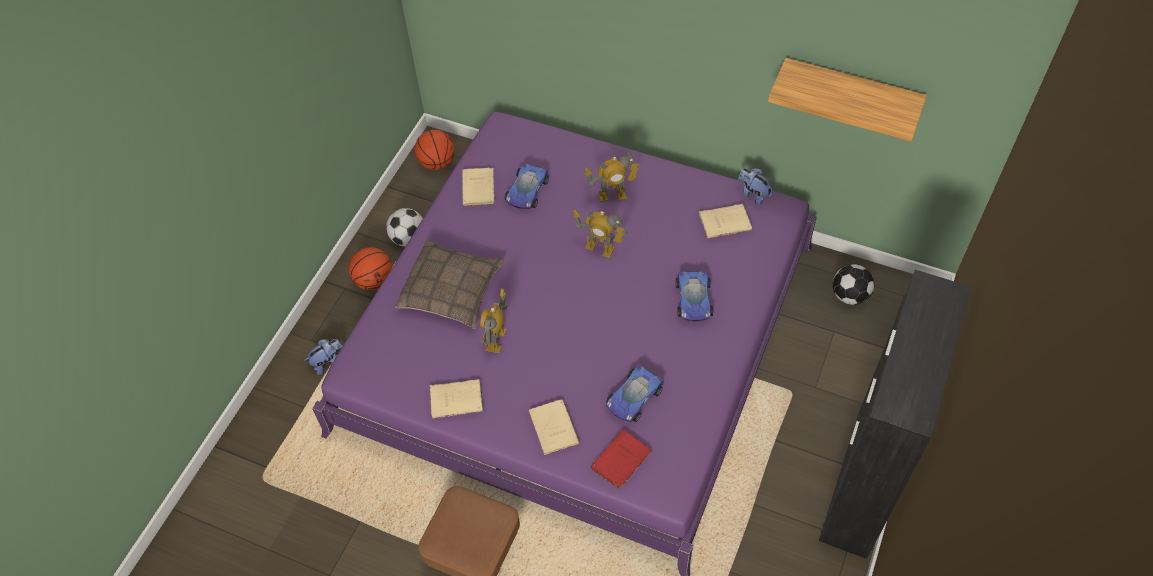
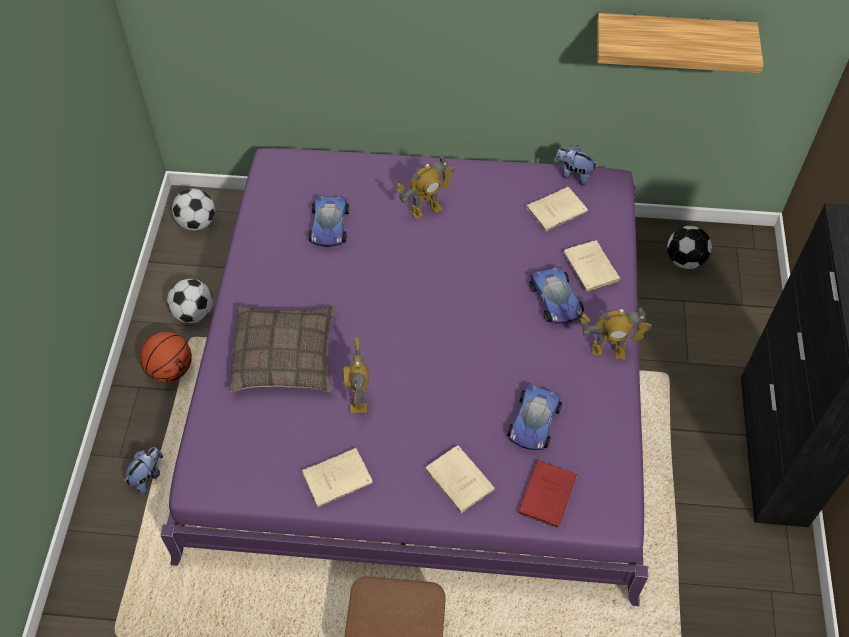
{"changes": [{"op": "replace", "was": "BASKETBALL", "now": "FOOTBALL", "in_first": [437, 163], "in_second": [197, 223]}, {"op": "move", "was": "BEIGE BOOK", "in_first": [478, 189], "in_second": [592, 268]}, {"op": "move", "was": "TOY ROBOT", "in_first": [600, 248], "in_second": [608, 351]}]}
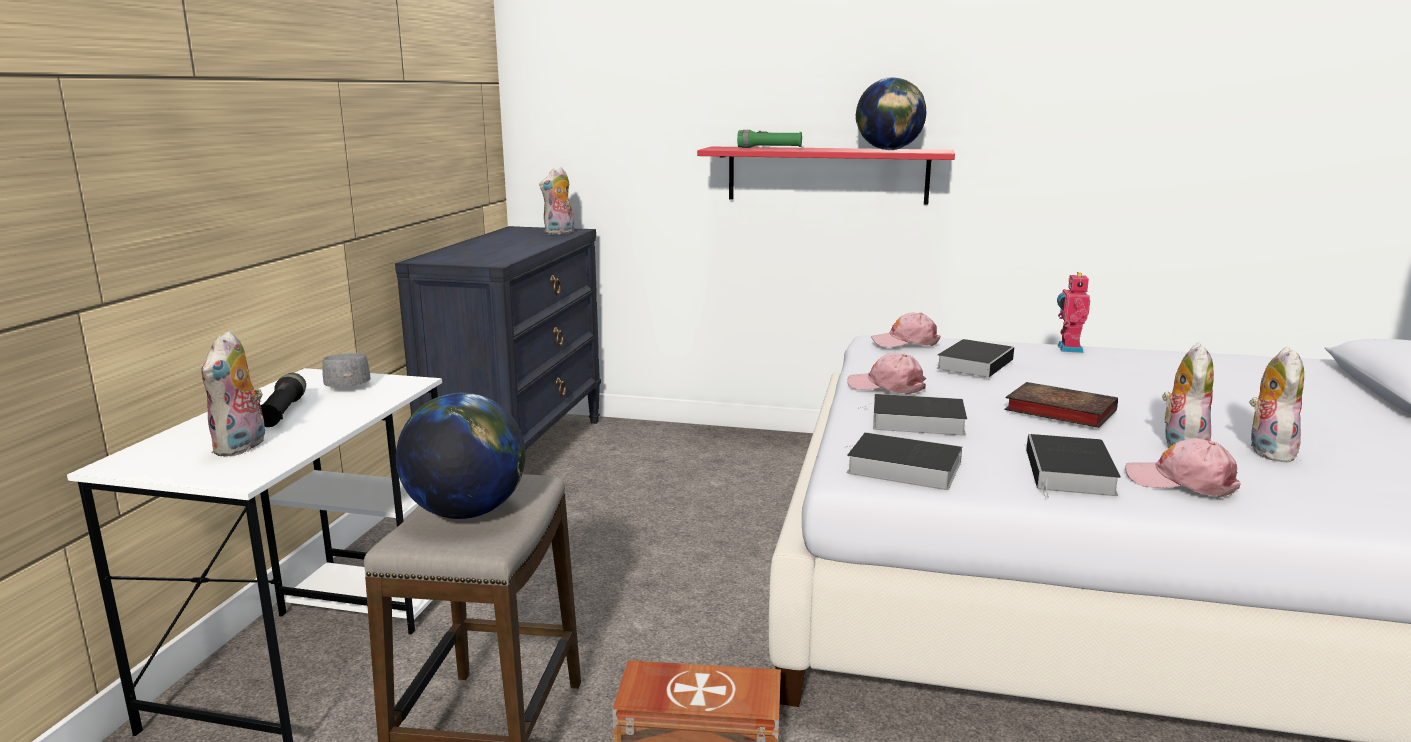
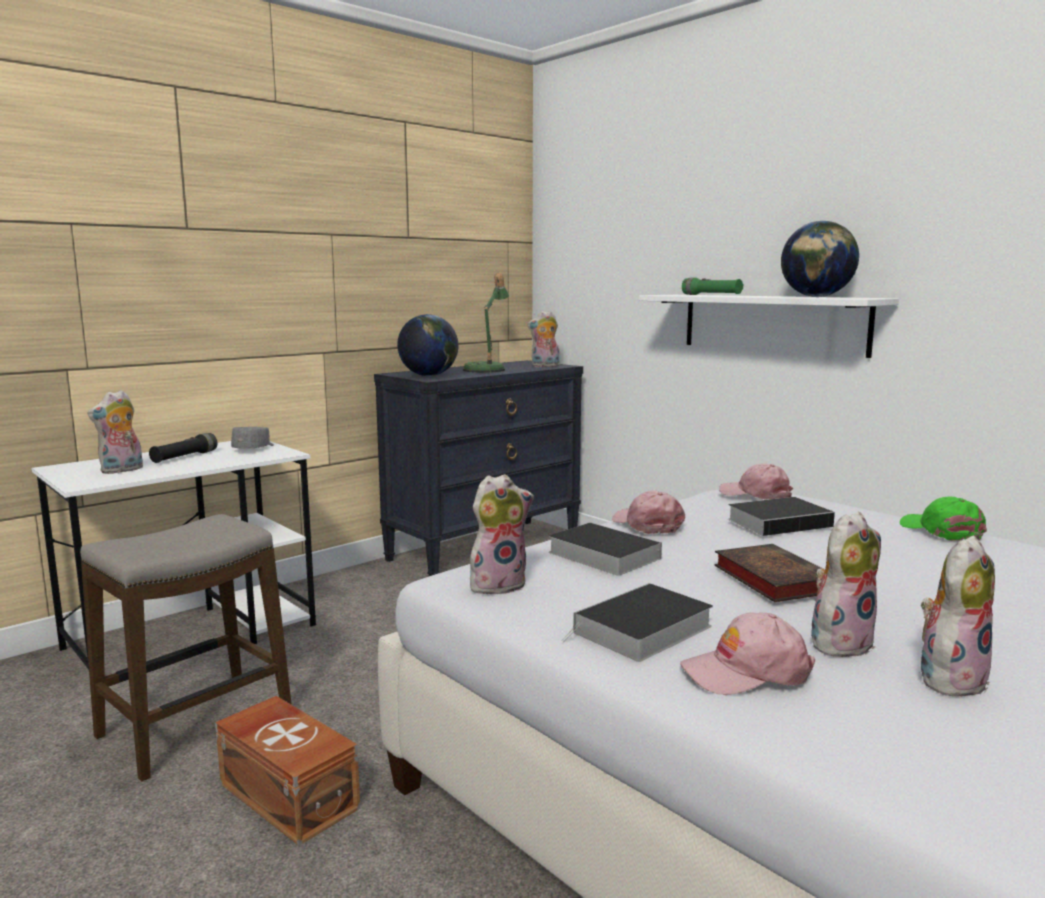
{"changes": [{"op": "move", "was": "GLOBE", "in_first": [466, 513], "in_second": [429, 376]}, {"op": "insert", "now": "TABLE LAMP", "in_second": [487, 369]}, {"op": "replace", "was": "BOOK", "now": "PLUSH TOY", "in_first": [900, 468], "in_second": [498, 584]}, {"op": "recolor", "was": "RED SHELF", "now": "WHITE SHELF", "in_first": [827, 175], "in_second": [772, 323]}, {"op": "rotate", "was": "PINK CAP", "in_first": [1181, 481], "in_second": [746, 671], "clockwise": -75}, {"op": "replace", "was": "TOY ROBOT", "now": "GREEN CAP", "in_first": [1068, 348], "in_second": [942, 531]}]}
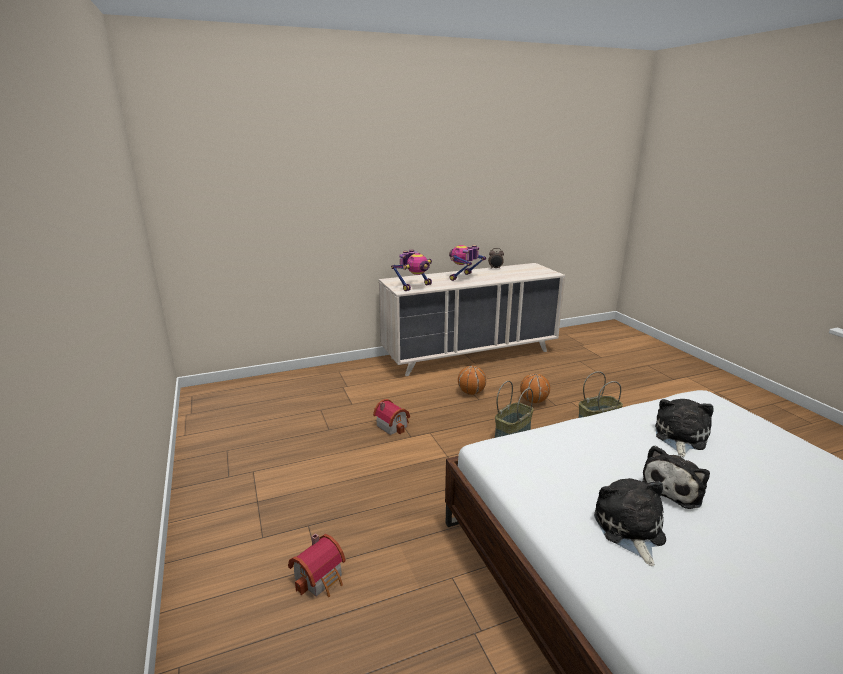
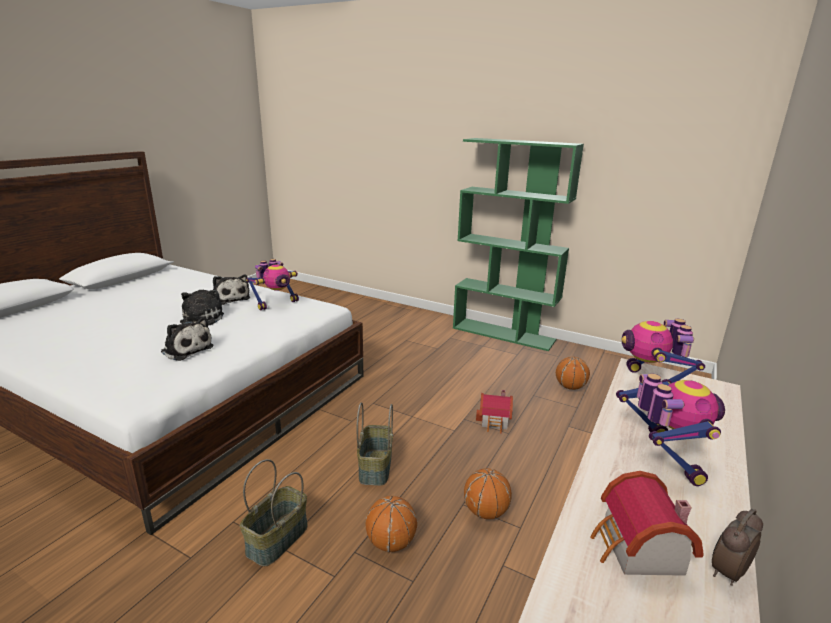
{"changes": [{"op": "rotate", "was": "PLUSH TOY", "in_first": [679, 437], "in_second": [186, 349], "clockwise": -45}, {"op": "insert", "now": "TOY ROBOT", "in_second": [276, 303]}, {"op": "insert", "now": "GREEN BOOKCASE", "in_second": [504, 334]}, {"op": "insert", "now": "BASKETBALL", "in_second": [570, 387]}, {"op": "move", "was": "TOY HOUSE", "in_first": [321, 578], "in_second": [637, 551]}]}
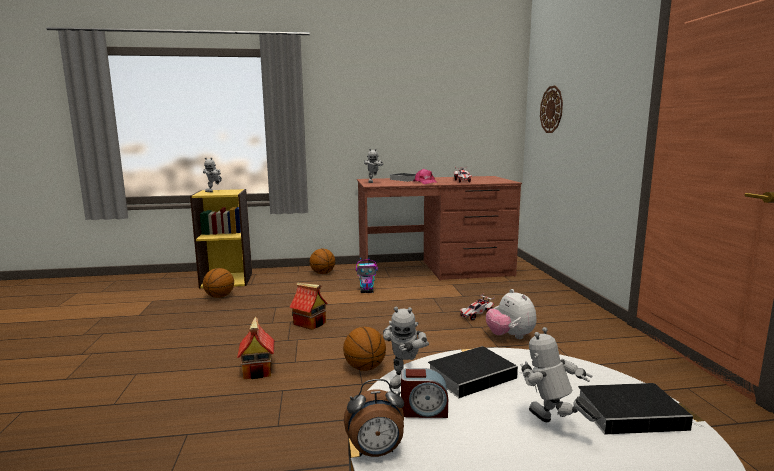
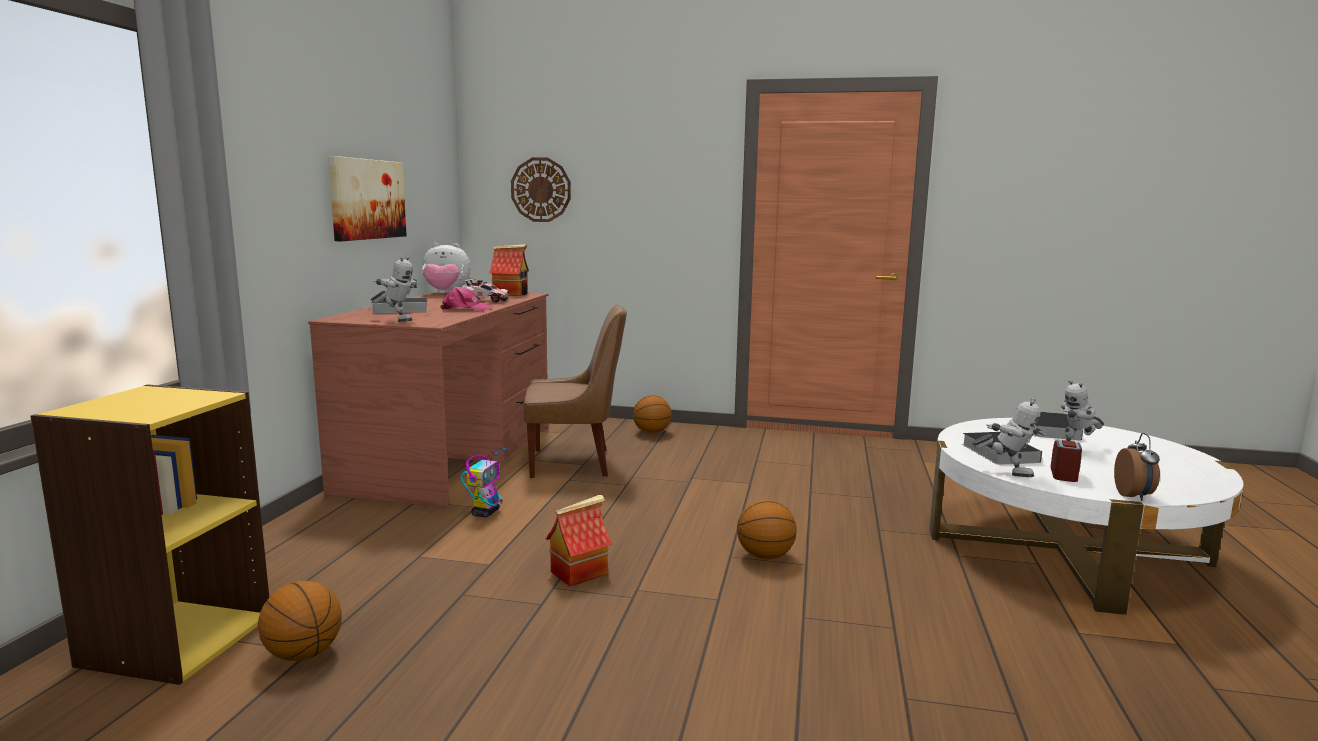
{"changes": [{"op": "insert", "now": "PICTURE", "in_second": [367, 199]}, {"op": "move", "was": "PLUSH TOY", "in_first": [510, 336], "in_second": [446, 293]}, {"op": "move", "was": "TOY HOUSE", "in_first": [258, 370], "in_second": [511, 294]}, {"op": "insert", "now": "BROWN CHAIR", "in_second": [574, 463]}, {"op": "move", "was": "BASKETBALL", "in_first": [322, 273], "in_second": [651, 432]}, {"op": "delete", "was": "TOY ROBOT", "in_first": [214, 192]}, {"op": "delete", "was": "TOY CAR", "in_first": [476, 315]}]}
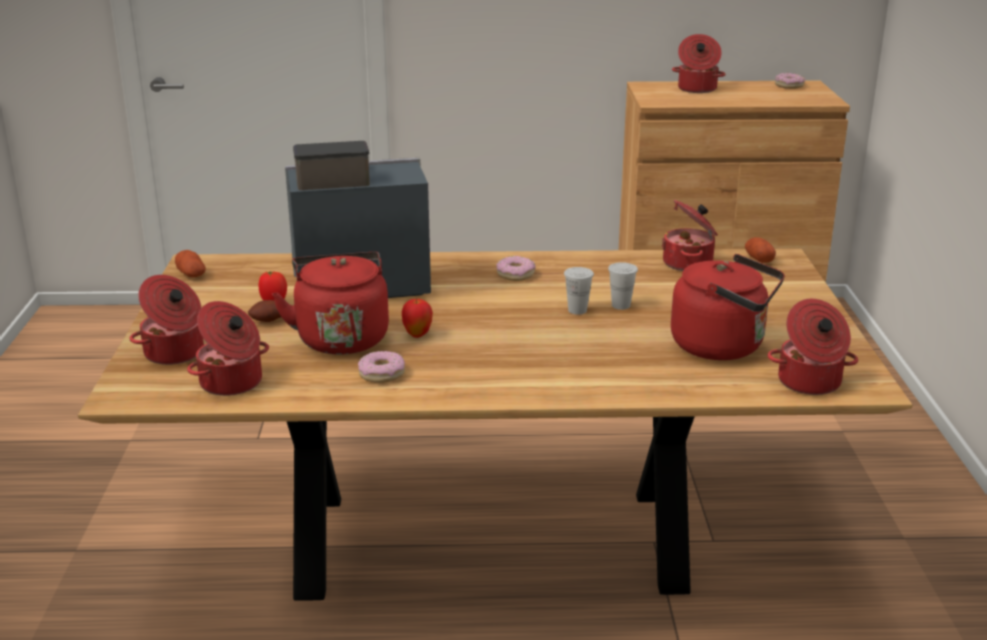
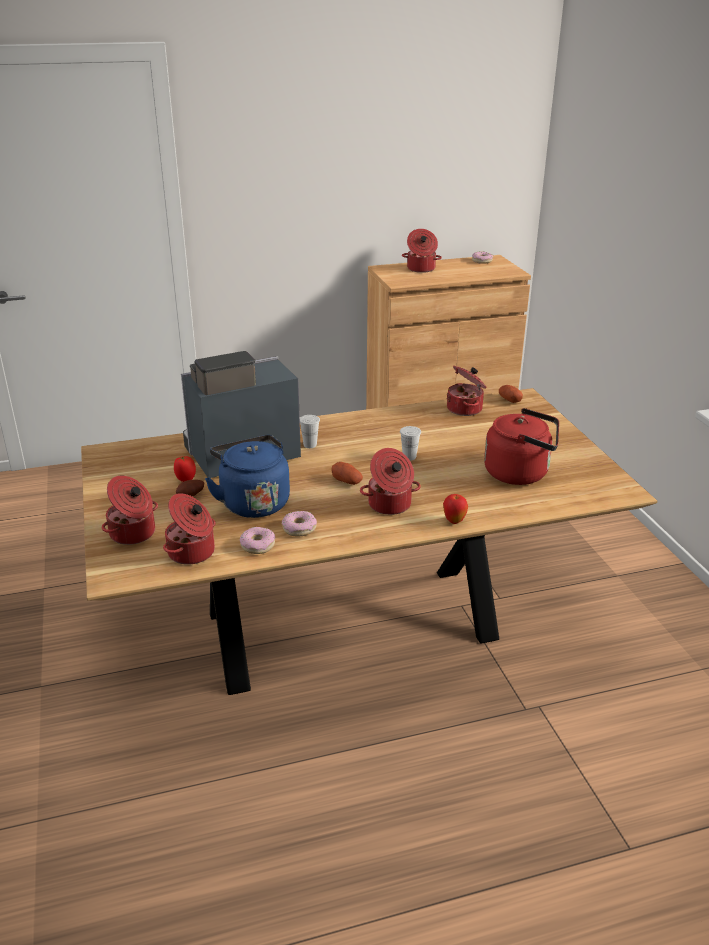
{"changes": [{"op": "recolor", "was": "RED KETTLE", "now": "BLUE KETTLE", "in_first": [341, 337], "in_second": [253, 502]}, {"op": "move", "was": "DONUT", "in_first": [515, 274], "in_second": [258, 545]}, {"op": "move", "was": "WHITE CUP", "in_first": [621, 305], "in_second": [310, 445]}, {"op": "move", "was": "POTATO", "in_first": [191, 274], "in_second": [347, 481]}, {"op": "move", "was": "COOKING POT", "in_first": [809, 383], "in_second": [390, 505]}, {"op": "move", "was": "APPLE", "in_first": [417, 335], "in_second": [454, 521]}]}
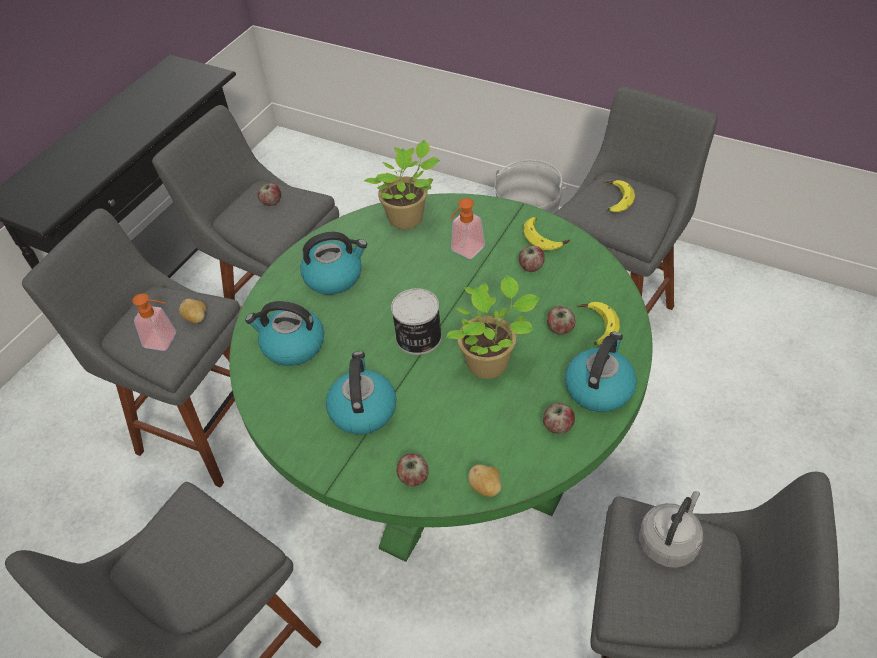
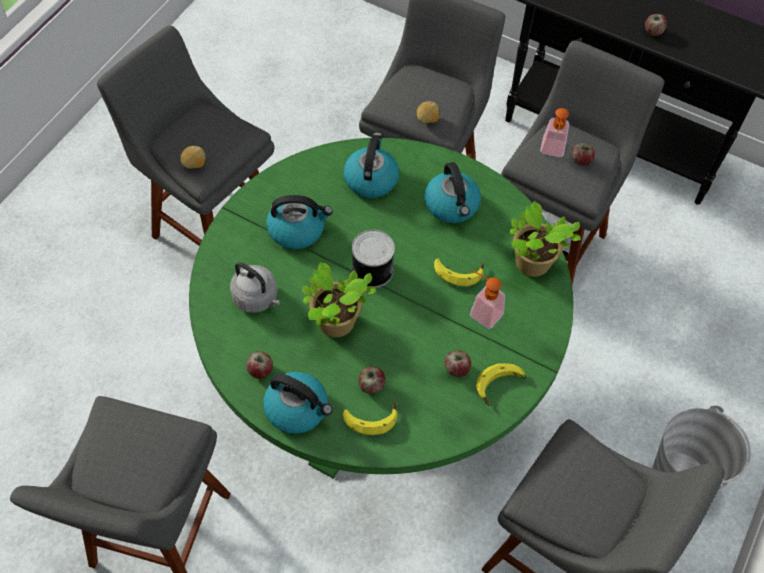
{"changes": [{"op": "move", "was": "POTATO", "in_first": [486, 488], "in_second": [194, 164]}, {"op": "move", "was": "GREY KETTLE", "in_first": [669, 541], "in_second": [257, 298]}, {"op": "move", "was": "BANANA", "in_first": [614, 200], "in_second": [458, 271]}, {"op": "move", "was": "SOAP DISPENSER", "in_first": [166, 341], "in_second": [551, 152]}, {"op": "move", "was": "APPLE", "in_first": [413, 478], "in_second": [653, 32]}]}
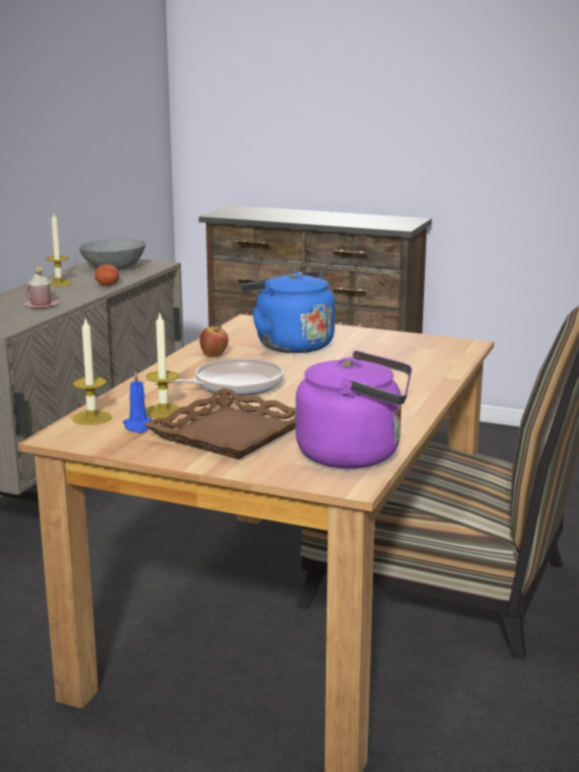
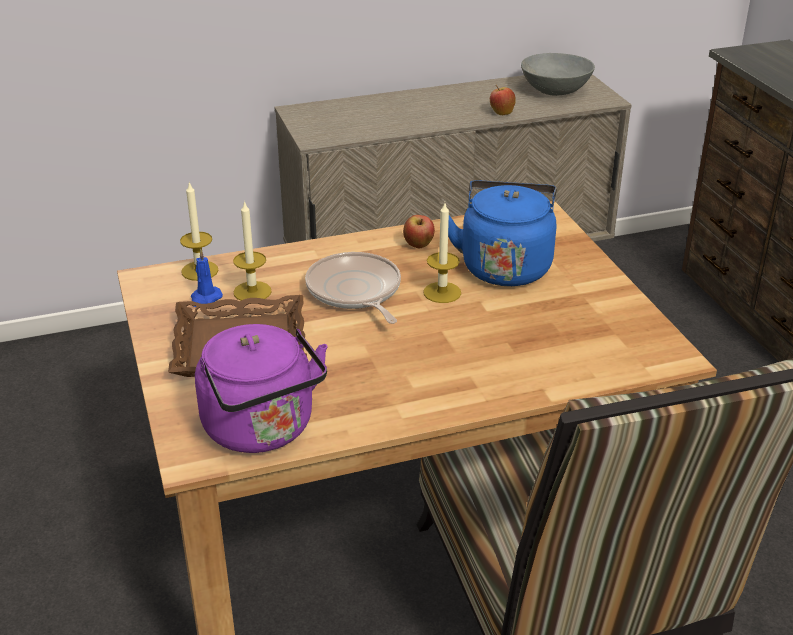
{"changes": [{"op": "rotate", "was": "FRYING PAN", "in_first": [233, 385], "in_second": [355, 291], "clockwise": -135}, {"op": "move", "was": "CANDLE", "in_first": [59, 283], "in_second": [442, 292]}, {"op": "replace", "was": "POTATO", "now": "APPLE", "in_first": [107, 285], "in_second": [501, 113]}, {"op": "delete", "was": "PINK MUG", "in_first": [41, 305]}]}
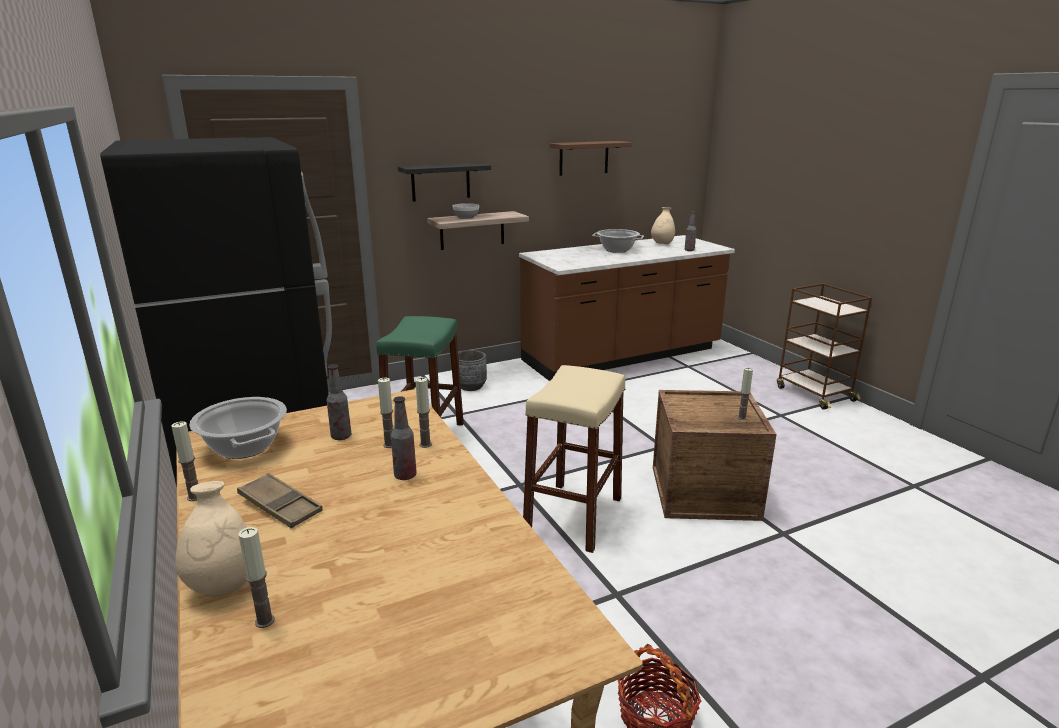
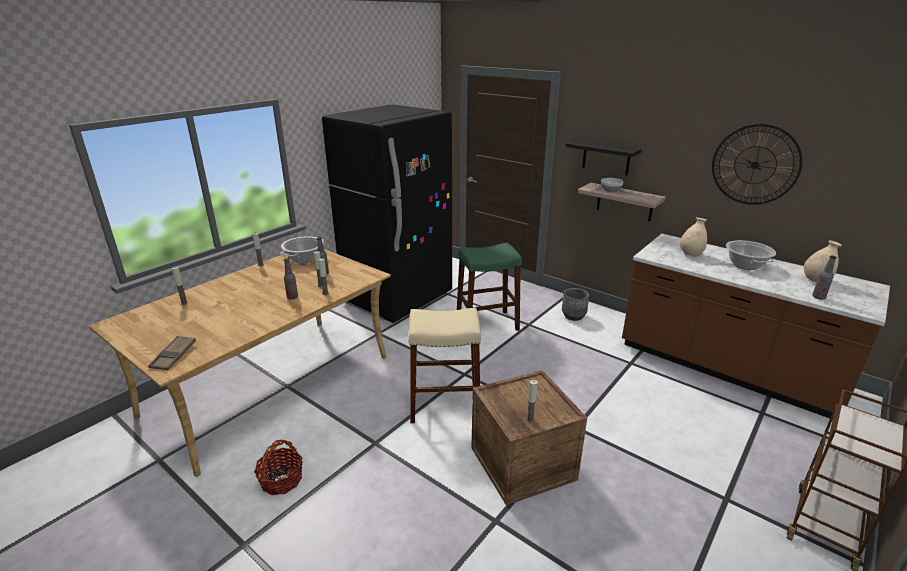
{"changes": [{"op": "move", "was": "BROWN TRAY", "in_first": [280, 506], "in_second": [173, 356]}, {"op": "move", "was": "BEIGE VASE", "in_first": [223, 586], "in_second": [690, 254]}, {"op": "replace", "was": "BROWN SHELF", "now": "WALL CLOCK", "in_first": [583, 158], "in_second": [755, 165]}]}
